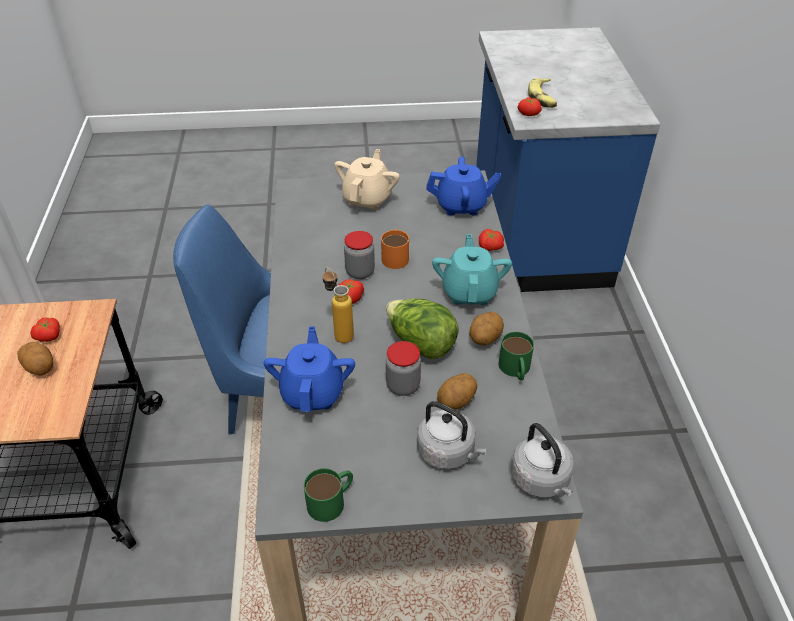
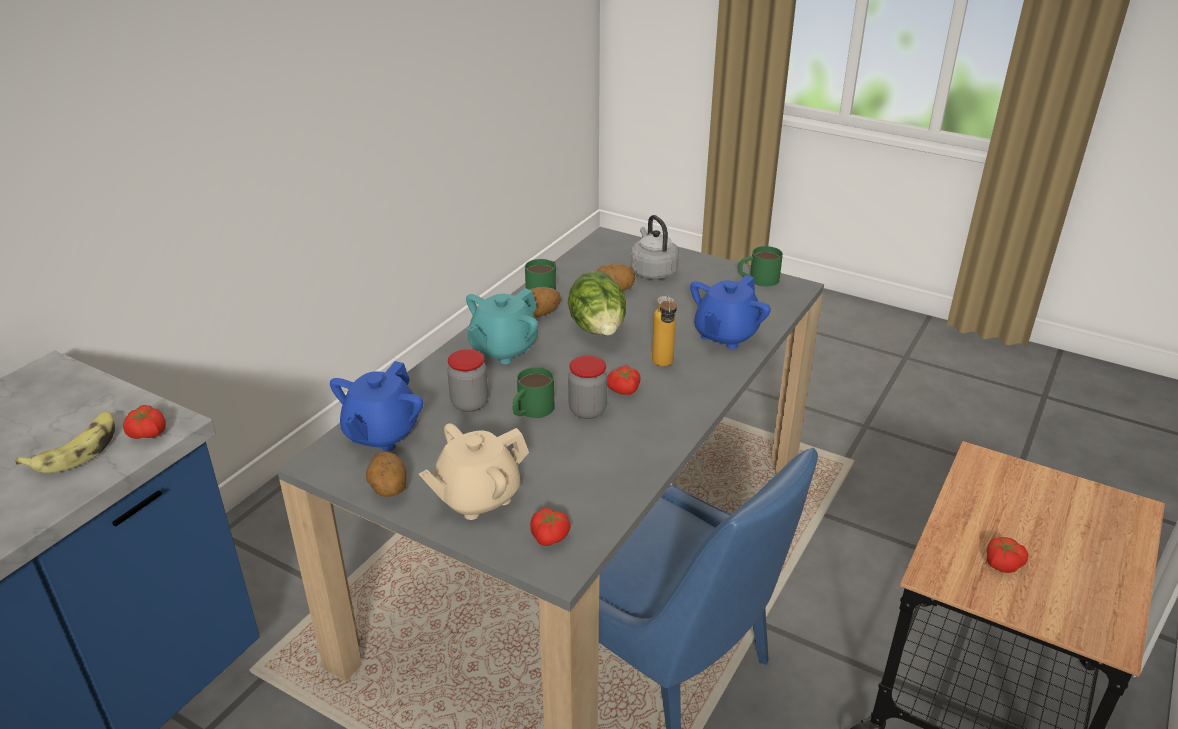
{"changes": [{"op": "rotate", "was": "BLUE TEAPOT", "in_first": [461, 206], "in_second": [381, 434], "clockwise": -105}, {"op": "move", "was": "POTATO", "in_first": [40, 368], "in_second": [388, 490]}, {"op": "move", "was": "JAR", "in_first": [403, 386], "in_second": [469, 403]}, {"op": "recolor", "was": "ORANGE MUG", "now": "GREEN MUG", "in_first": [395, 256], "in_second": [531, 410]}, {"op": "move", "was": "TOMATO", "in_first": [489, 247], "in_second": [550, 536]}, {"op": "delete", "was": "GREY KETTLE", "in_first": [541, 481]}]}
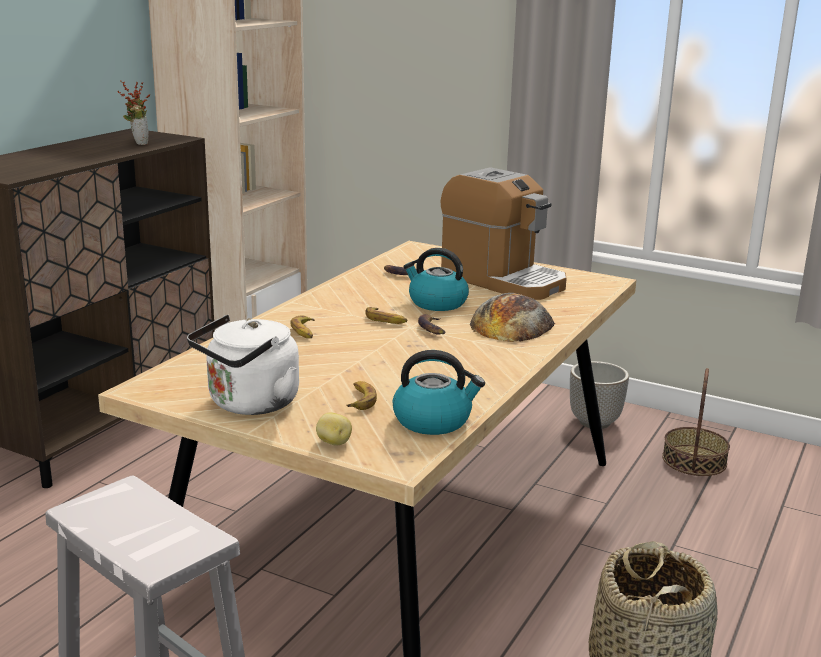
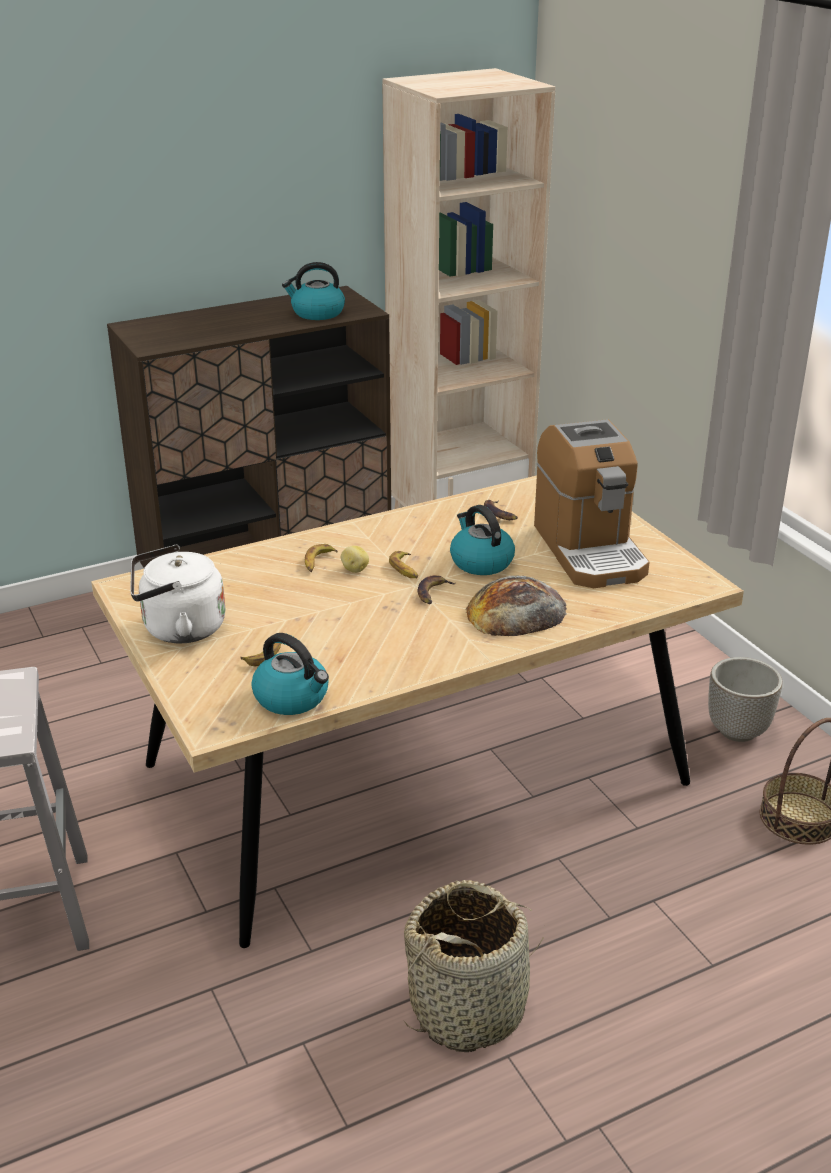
{"changes": [{"op": "replace", "was": "POTTED PLANT", "now": "KETTLE", "in_first": [138, 143], "in_second": [317, 313]}, {"op": "move", "was": "POTATO", "in_first": [333, 443], "in_second": [354, 569]}]}
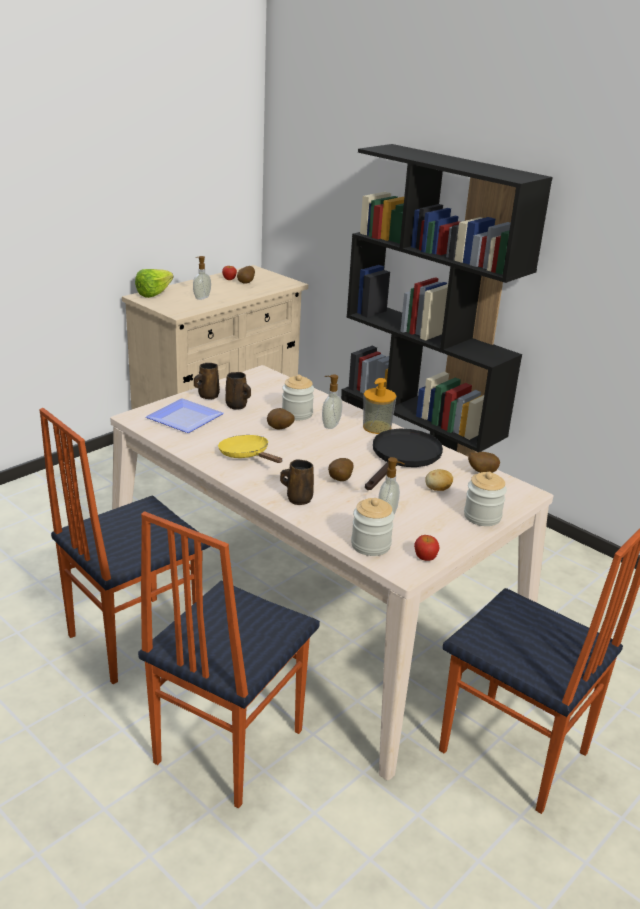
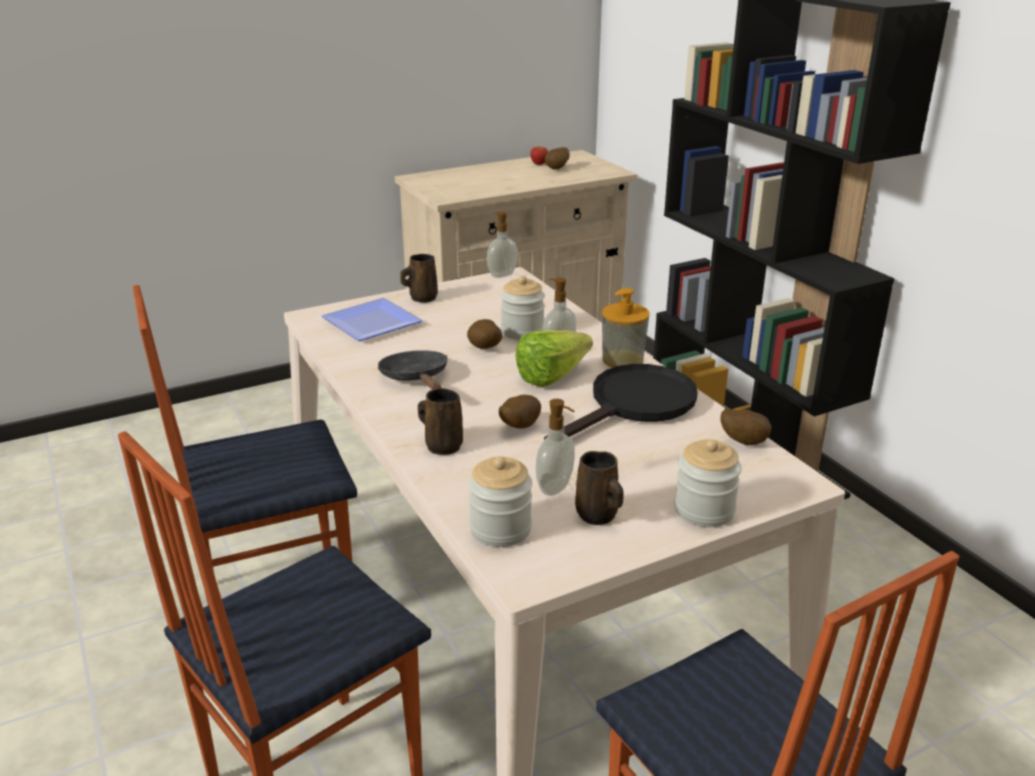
{"changes": [{"op": "recolor", "was": "YELLOW FRYING PAN", "now": "BLACK FRYING PAN", "in_first": [247, 455], "in_second": [416, 378]}, {"op": "move", "was": "SOAP DISPENSER", "in_first": [201, 297], "in_second": [501, 274]}, {"op": "move", "was": "LETTUCE", "in_first": [157, 293], "in_second": [558, 375]}, {"op": "move", "was": "BROWN MUG", "in_first": [237, 406], "in_second": [598, 516]}, {"op": "delete", "was": "APPLE", "in_first": [425, 558]}, {"op": "delete", "was": "POTATO", "in_first": [437, 489]}]}
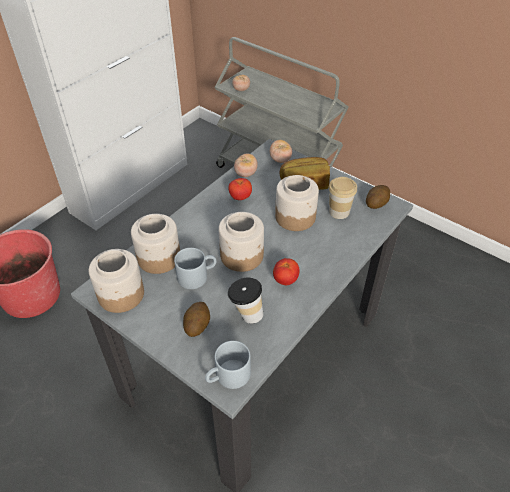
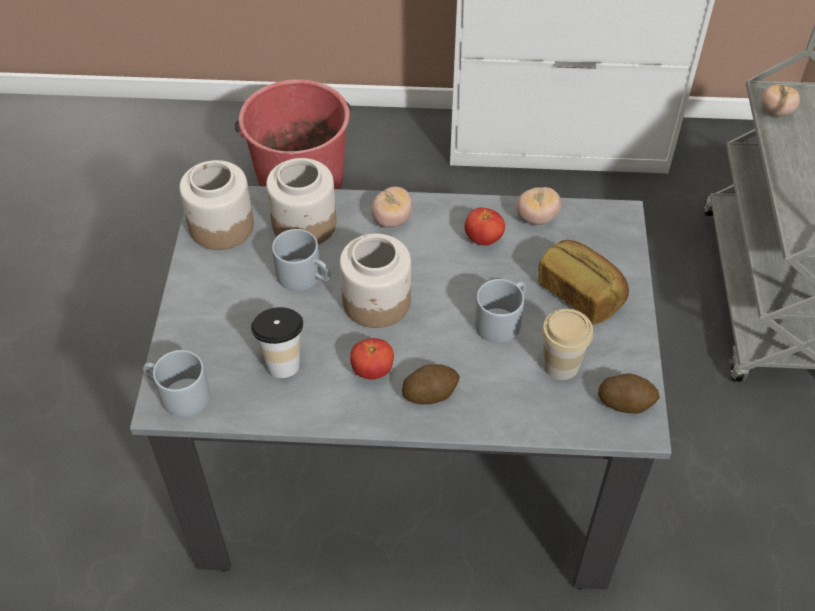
{"changes": [{"op": "move", "was": "TOMATO", "in_first": [280, 159], "in_second": [392, 220]}, {"op": "move", "was": "POTATO", "in_first": [197, 325], "in_second": [430, 393]}, {"op": "replace", "was": "JAR", "now": "GREY MUG", "in_first": [295, 217], "in_second": [502, 319]}]}
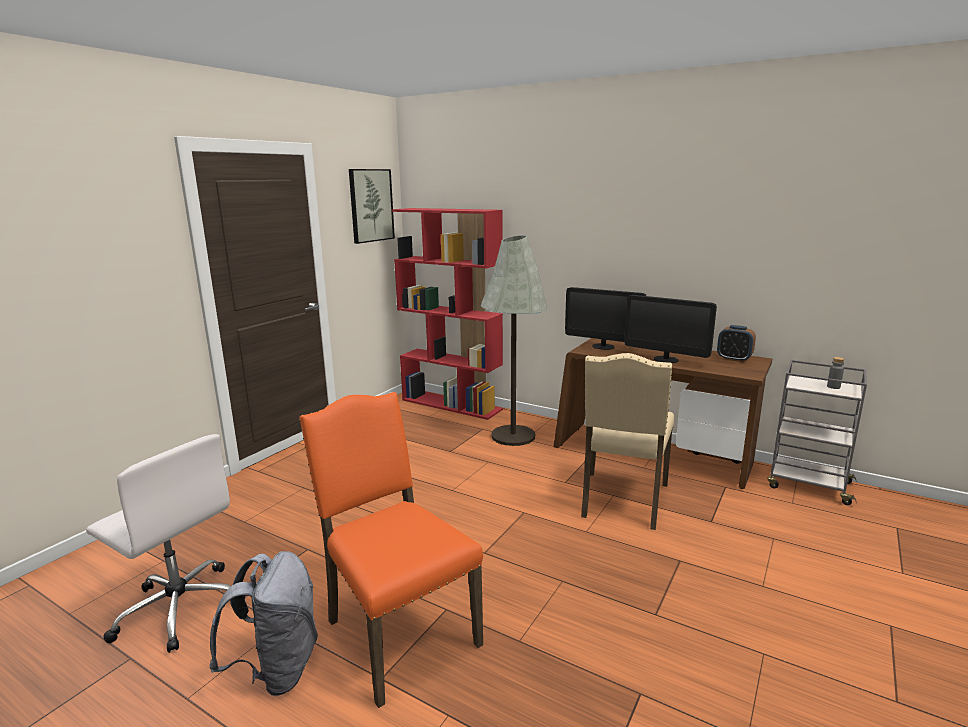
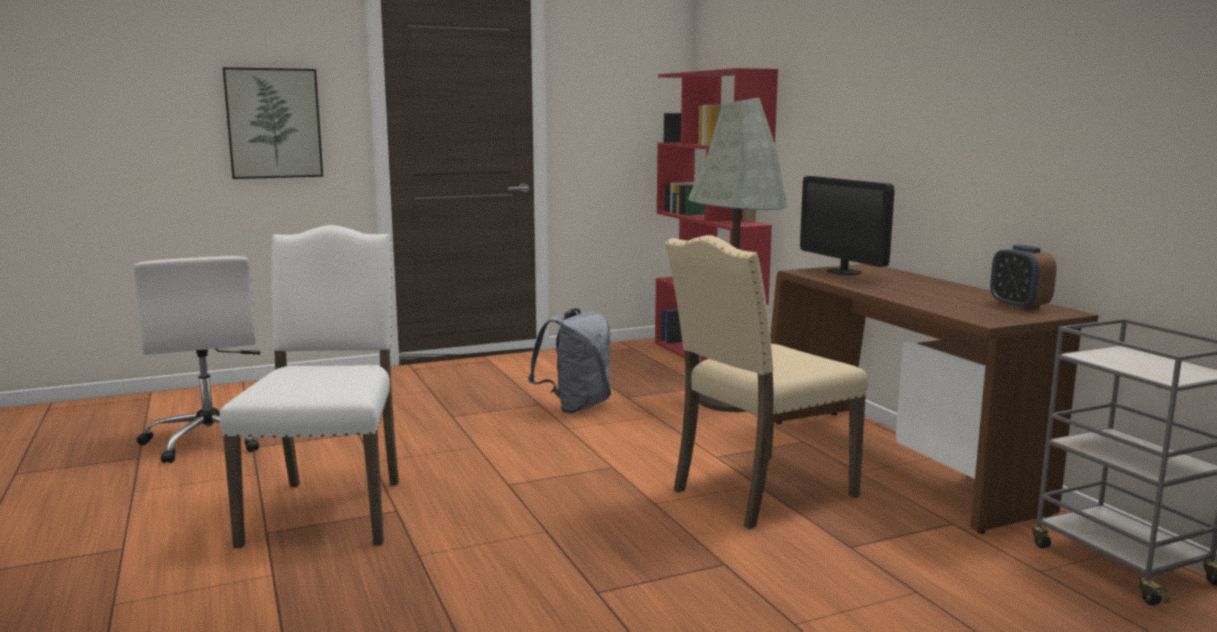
{"changes": [{"op": "recolor", "was": "ORANGE CHAIR", "now": "WHITE CHAIR", "in_first": [397, 632], "in_second": [329, 510]}, {"op": "move", "was": "PICTURE", "in_first": [371, 205], "in_second": [274, 123]}, {"op": "move", "was": "GREY BACKPACK", "in_first": [277, 669], "in_second": [576, 407]}, {"op": "delete", "was": "MONITOR", "in_first": [666, 359]}, {"op": "delete", "was": "GREY BOTTLE", "in_first": [833, 387]}]}
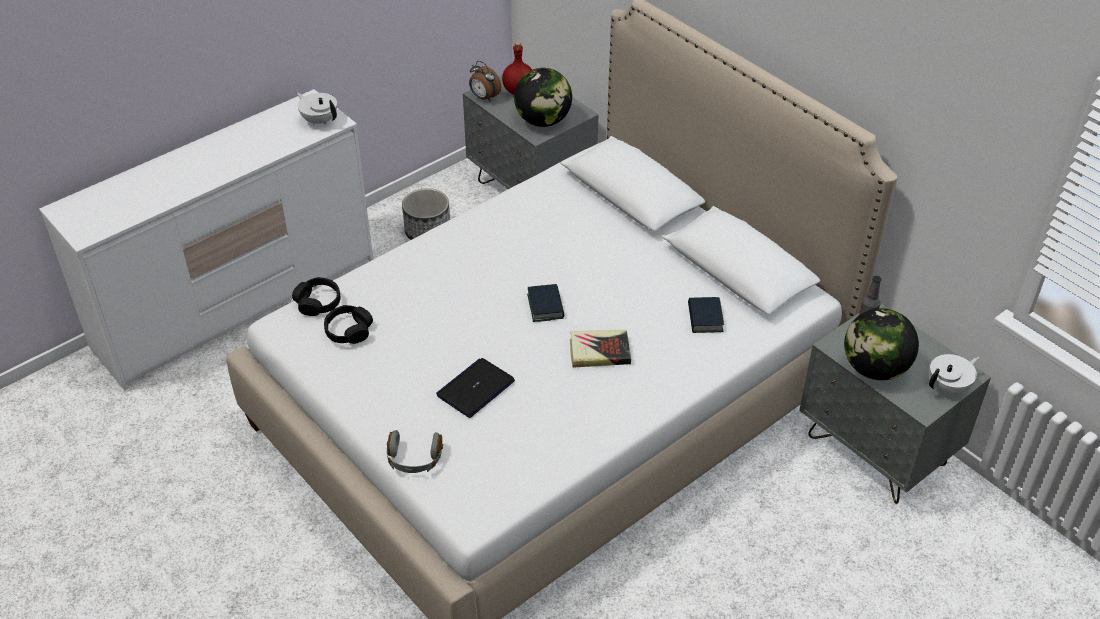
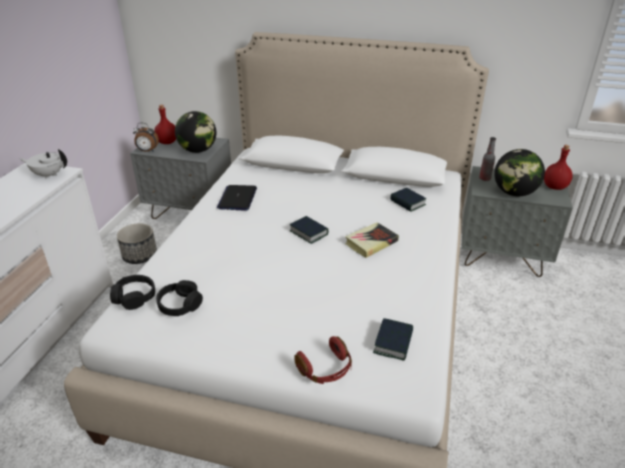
{"changes": [{"op": "move", "was": "LAPTOP", "in_first": [475, 388], "in_second": [237, 198]}, {"op": "recolor", "was": "GREY HEADPHONES", "now": "RED HEADPHONES", "in_first": [414, 459], "in_second": [326, 369]}, {"op": "insert", "now": "BOOK", "in_second": [393, 342]}, {"op": "replace", "was": "WHITE TEAPOT", "now": "RED BOTTLE", "in_first": [949, 386], "in_second": [555, 187]}]}
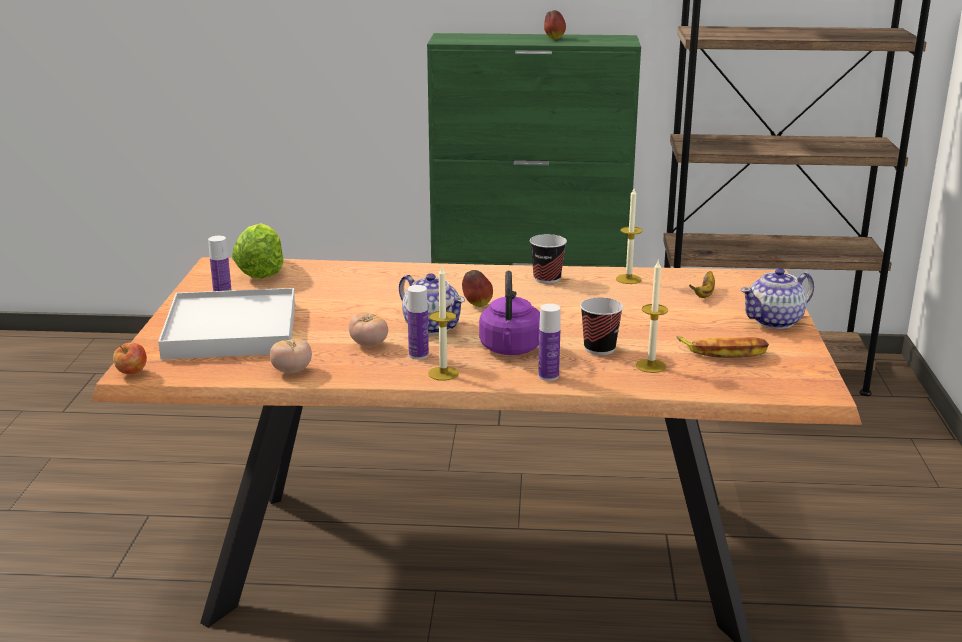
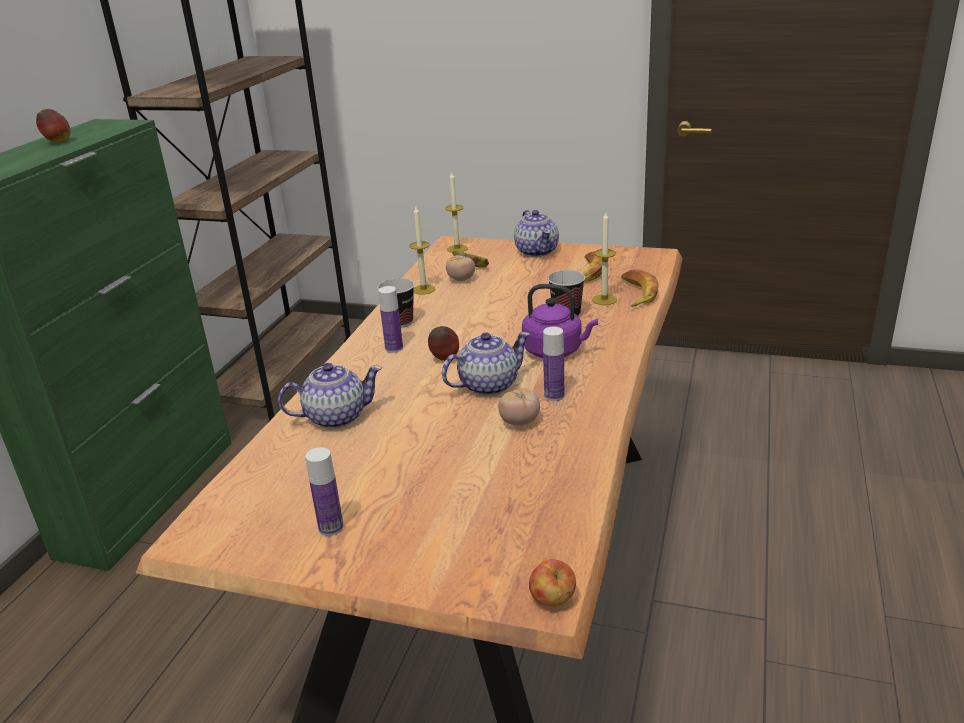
{"changes": [{"op": "insert", "now": "TEAPOT", "in_second": [335, 417]}, {"op": "move", "was": "BOTTLE", "in_first": [548, 376], "in_second": [394, 348]}, {"op": "move", "was": "CANDLE", "in_first": [443, 373], "in_second": [457, 249]}, {"op": "move", "was": "TOMATO", "in_first": [292, 371], "in_second": [461, 279]}, {"op": "insert", "now": "BANANA", "in_second": [636, 293]}, {"op": "delete", "was": "WHITE TRAY", "in_first": [231, 330]}, {"op": "delete", "was": "LETTUCE", "in_first": [260, 272]}]}
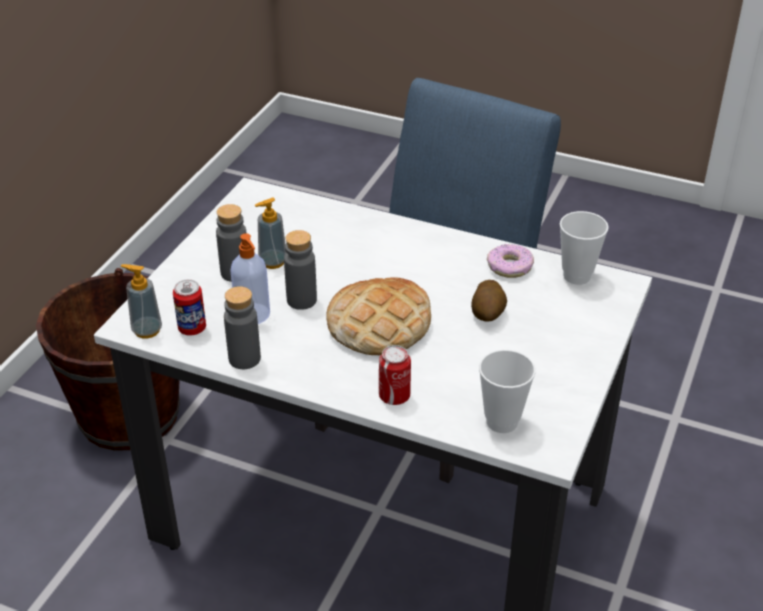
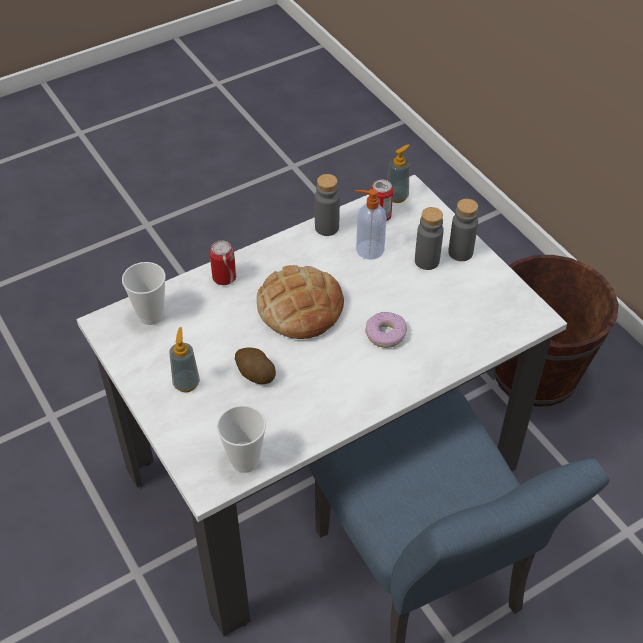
{"changes": [{"op": "move", "was": "SOAP DISPENSER", "in_first": [272, 262], "in_second": [186, 383]}, {"op": "move", "was": "DONUT", "in_first": [510, 267], "in_second": [385, 334]}, {"op": "move", "was": "GREY BOTTLE", "in_first": [301, 300], "in_second": [460, 252]}]}
